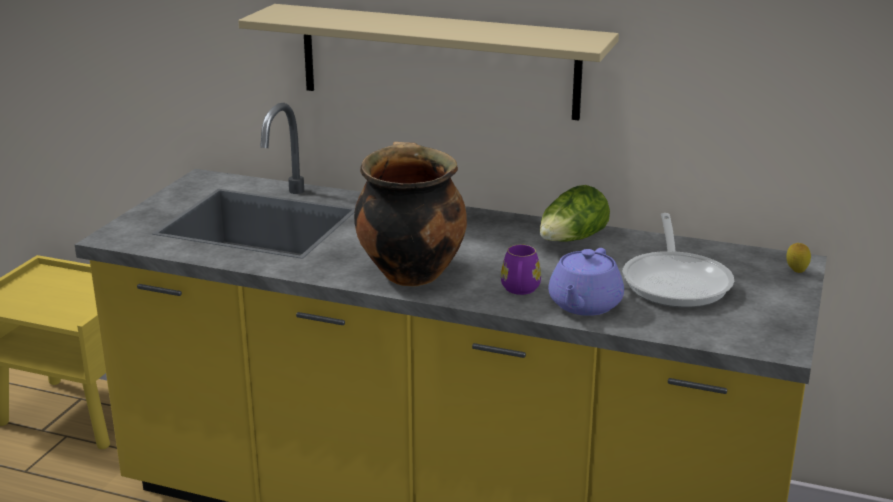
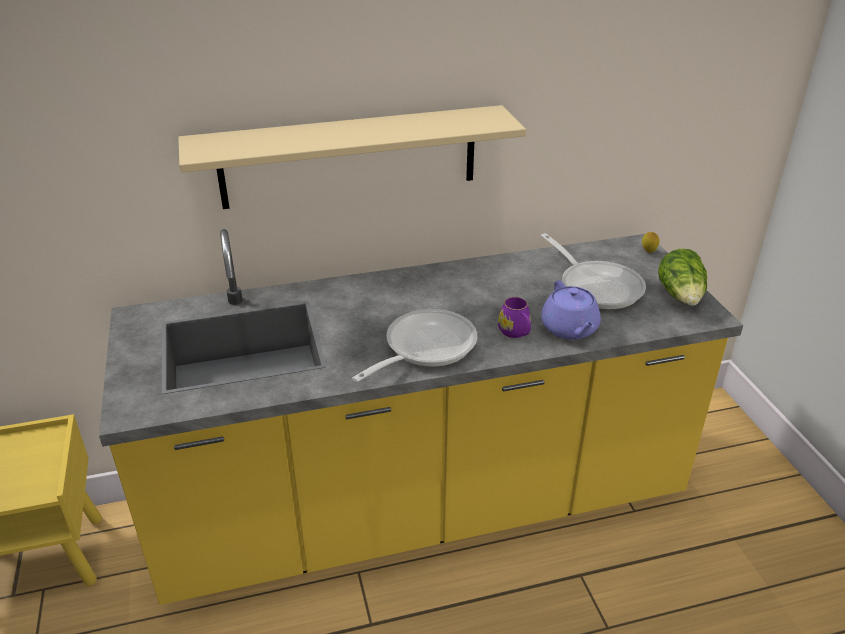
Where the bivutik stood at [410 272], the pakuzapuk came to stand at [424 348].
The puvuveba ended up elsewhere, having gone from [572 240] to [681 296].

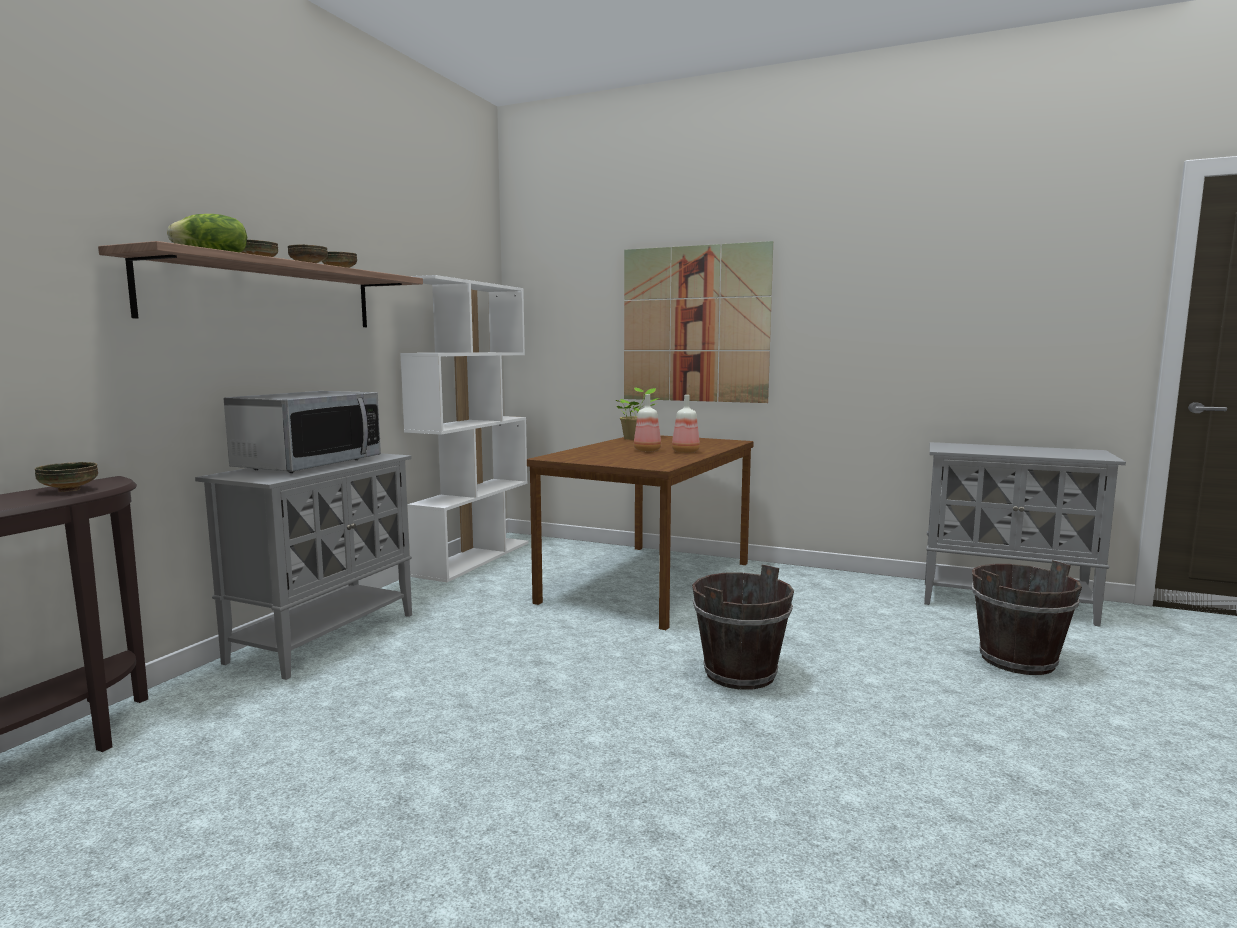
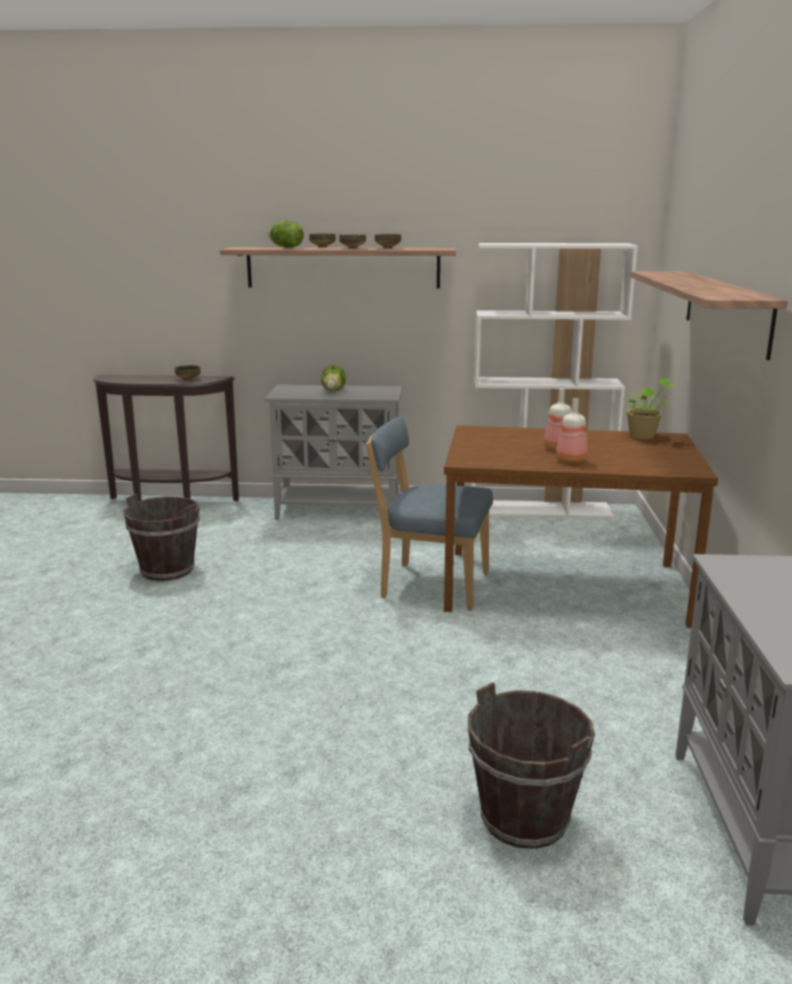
Where the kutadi stood at [309 464], the puvuveba came to stand at [334 391].
Where the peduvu hung at [694 324], the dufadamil came to hang at [726 310].
The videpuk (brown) ended up elsewhere, having gone from [739 673] to [167 570].
The second view gained the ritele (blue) at [429 584].

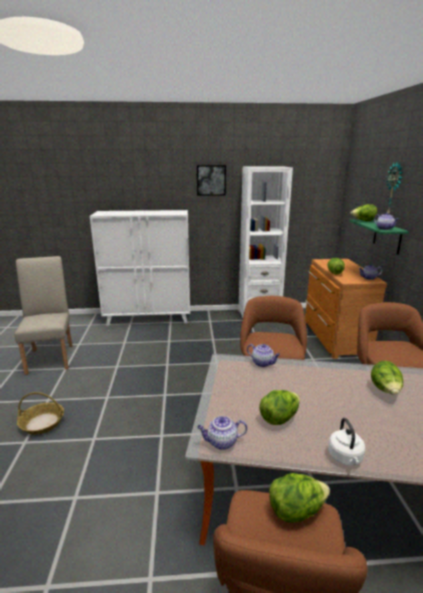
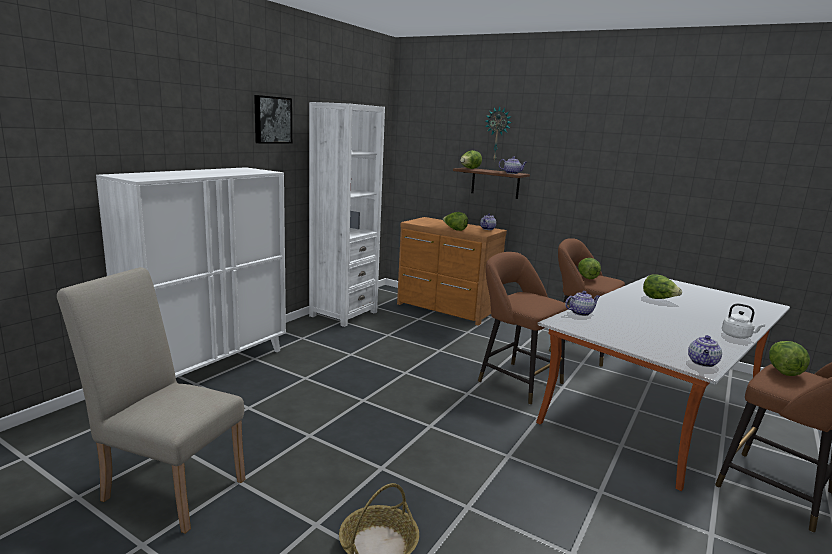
The puvuveba ended up elsewhere, having gone from [279 418] to [586 277].
What was the dufadamil (green) at [387 236] turned into the dufadamil (brown) at [495 183].

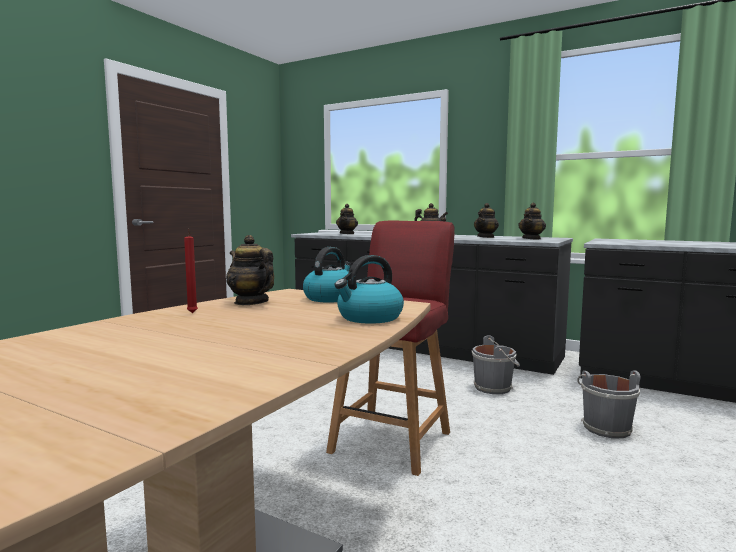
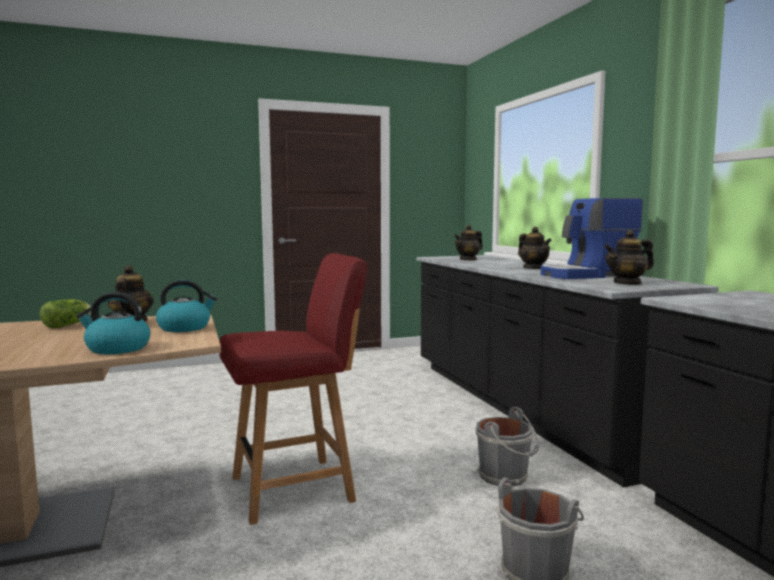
Where the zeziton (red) stood at [192 313], the puvuveba came to stand at [69 325].
Where the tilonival stood at [486 237], the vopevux came to stand at [588 275].

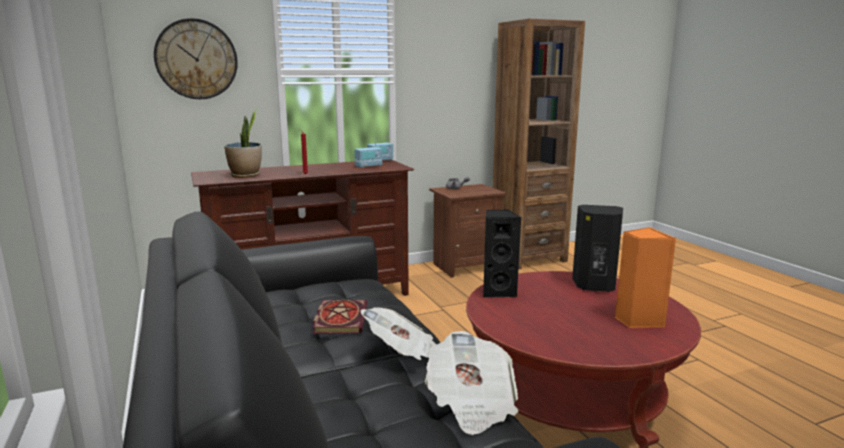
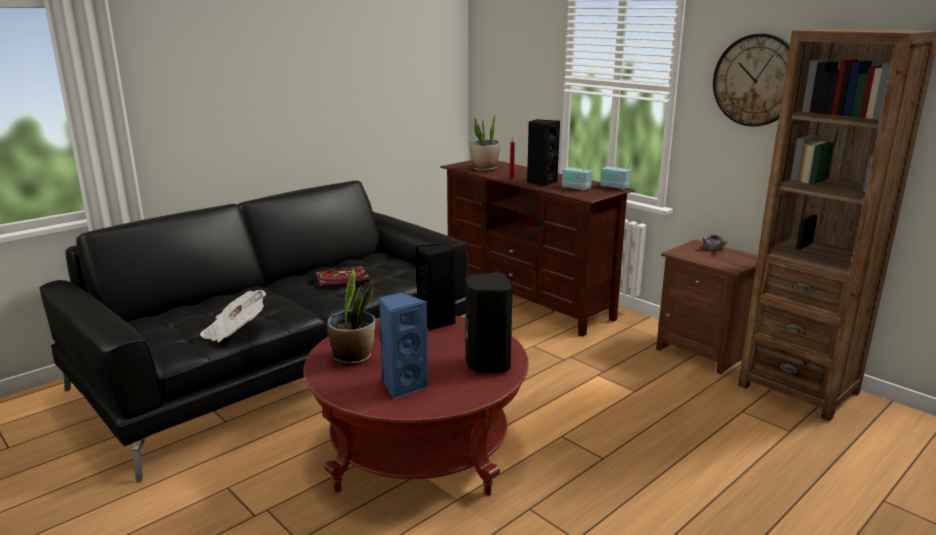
The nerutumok ended up elsewhere, having gone from [196 59] to [756 80].
The second view lost the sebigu at [405 355].
What was the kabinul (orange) at [637 320] turned into the kabinul (blue) at [403 386].
The second view gained the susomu at [353 357].
The second view gained the kabinul (black) at [541 182].

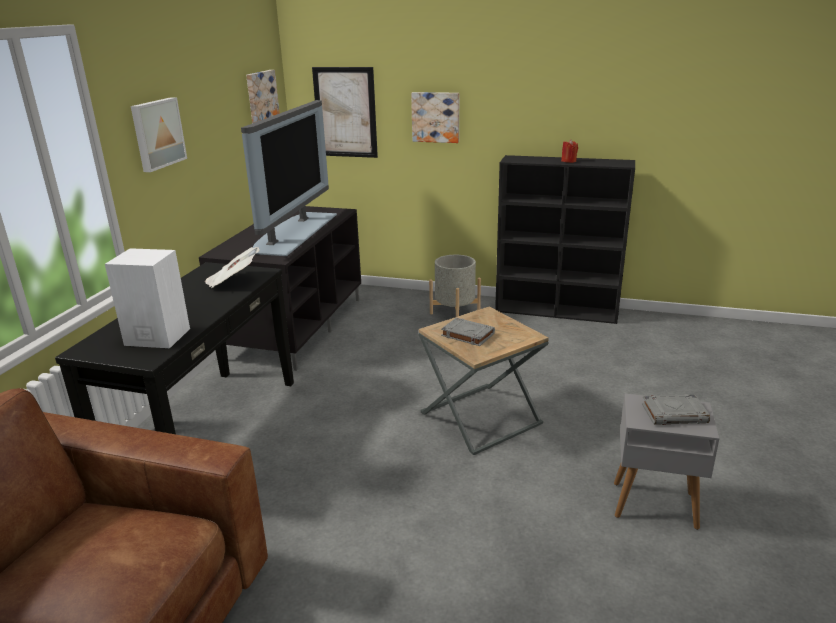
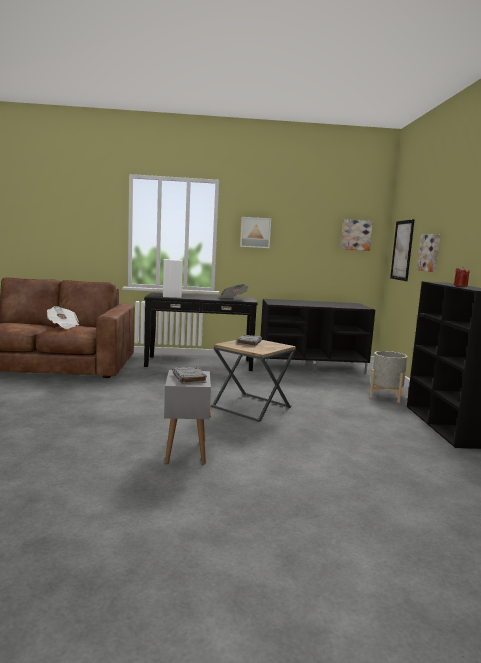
The second view lost the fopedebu at [293 232].
The second view gained the sebigu at [63 326].

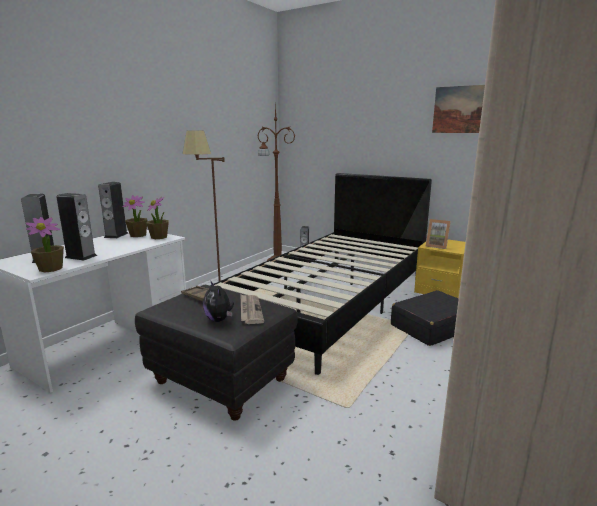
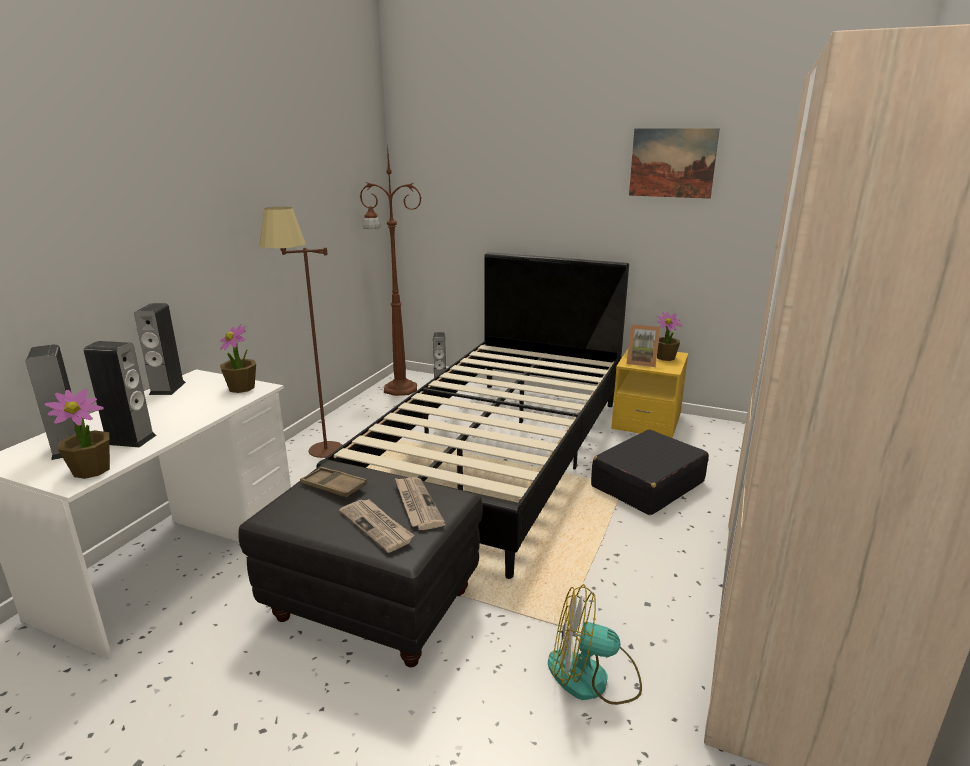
The susomu ended up elsewhere, having gone from [138 235] to [665 357].
Where the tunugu stood at [219 320], the sebigu came to stand at [377 526].
The second view gained the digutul at [592 677].

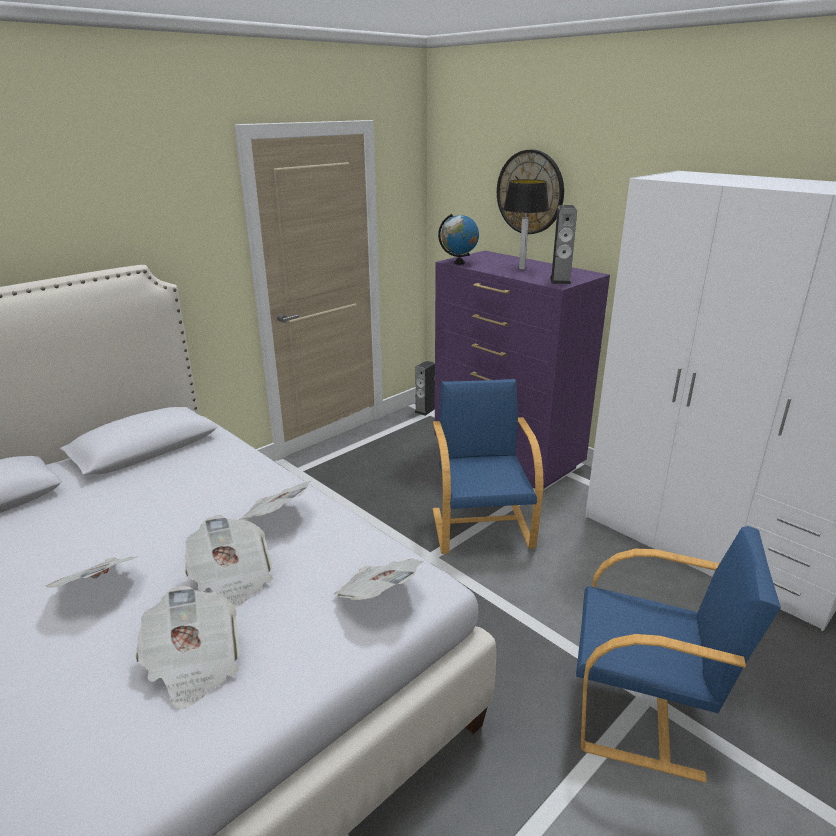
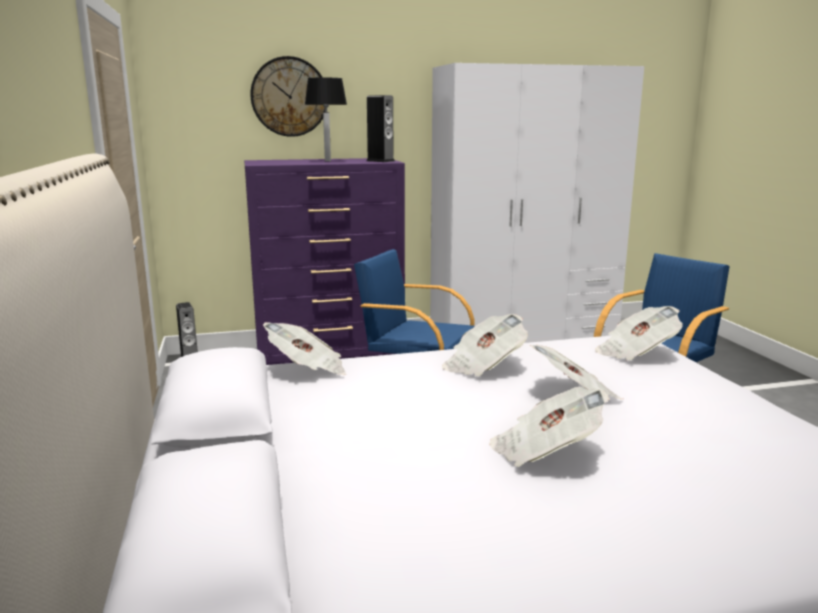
The sebigu ended up elsewhere, having gone from [193 665] to [308 369].
The second view lost the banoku at [459 263].

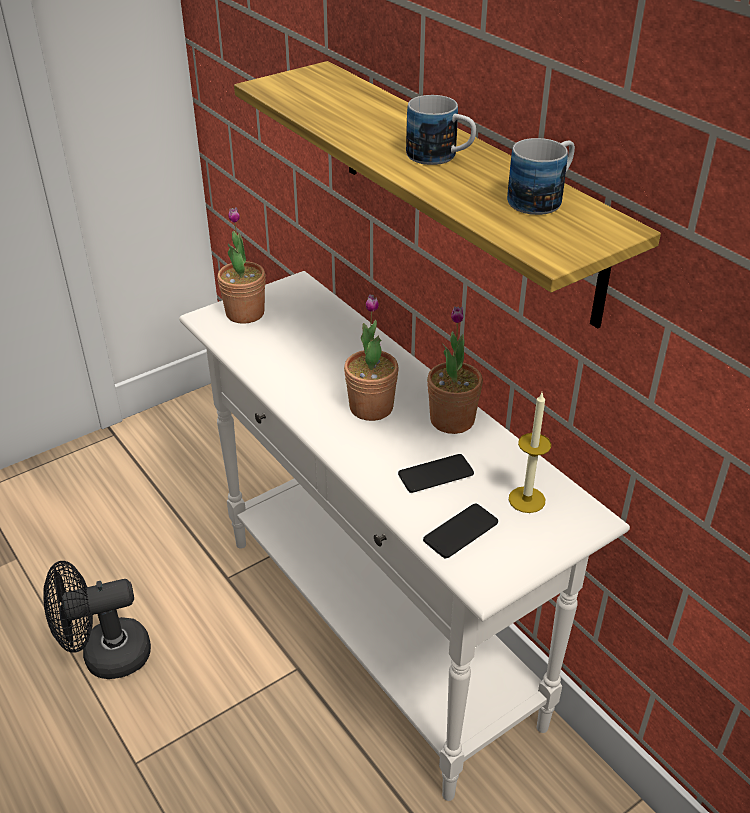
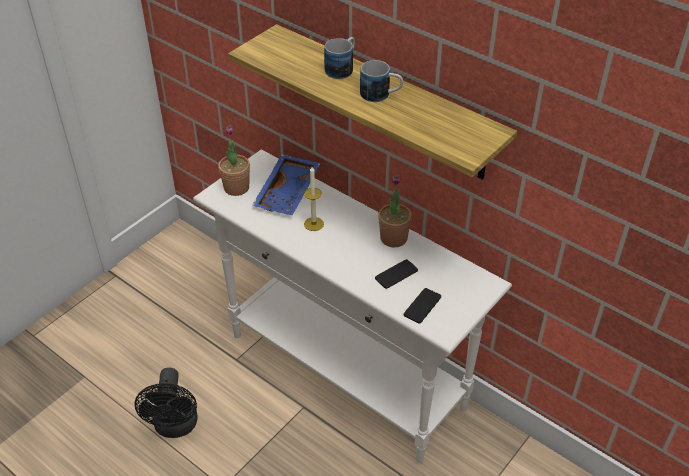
The digutul (black) at [105 656] ended up facing another way, 60 degrees counterclockwise from before.
The second view lost the susomu at [371 407].
The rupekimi ended up elsewhere, having gone from [542 198] to [342 68].
The zeziton ended up elsewhere, having gone from [526 499] to [313 224].
The second view gained the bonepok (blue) at [288 193].

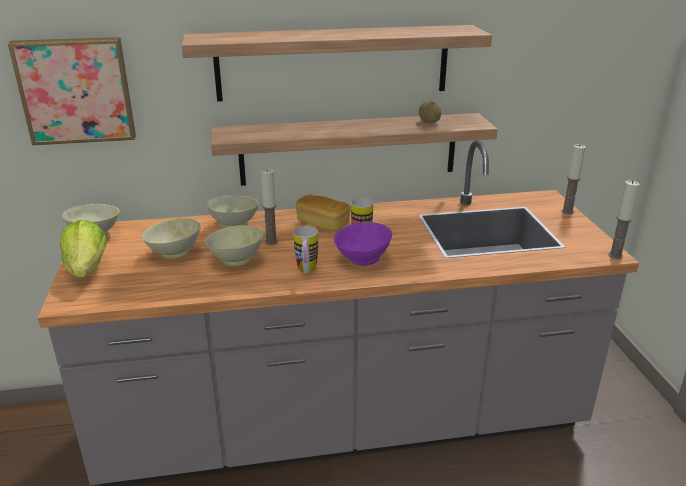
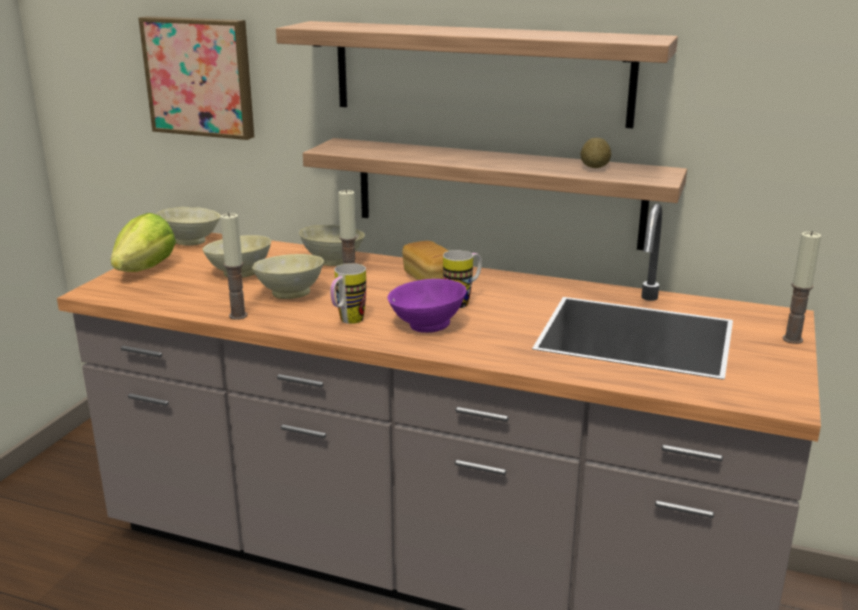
The zeziton ended up elsewhere, having gone from [615 255] to [238 315].

